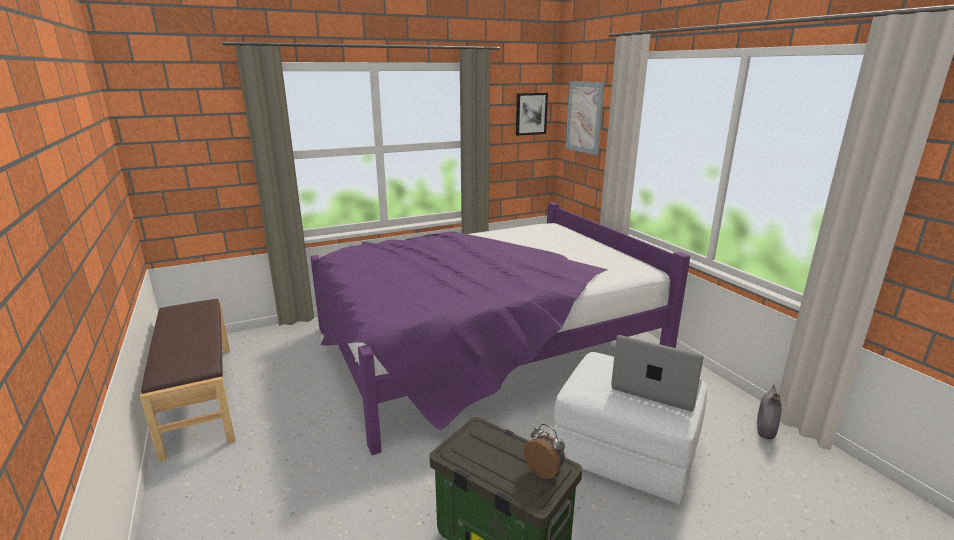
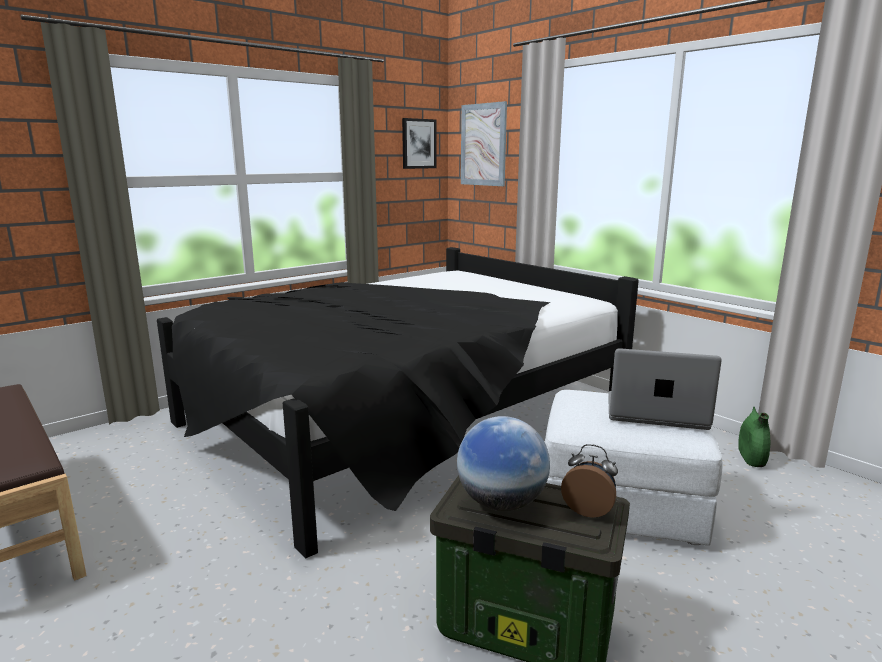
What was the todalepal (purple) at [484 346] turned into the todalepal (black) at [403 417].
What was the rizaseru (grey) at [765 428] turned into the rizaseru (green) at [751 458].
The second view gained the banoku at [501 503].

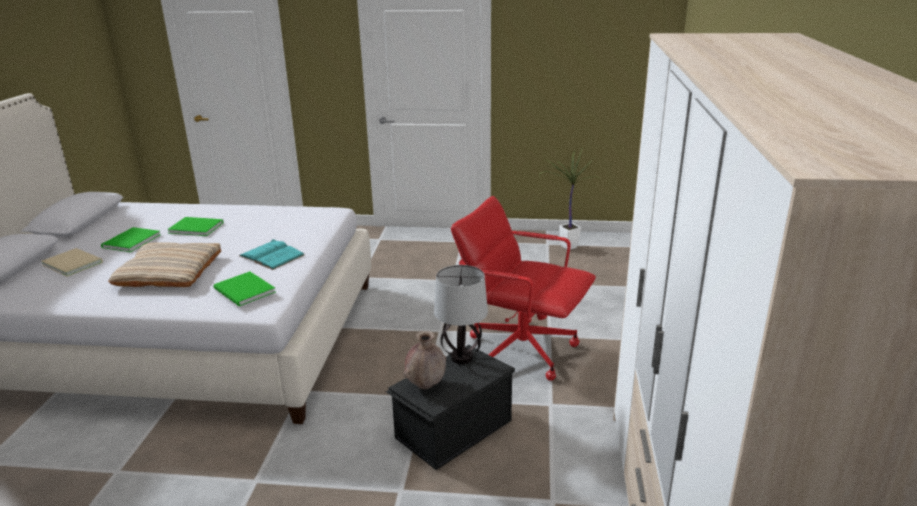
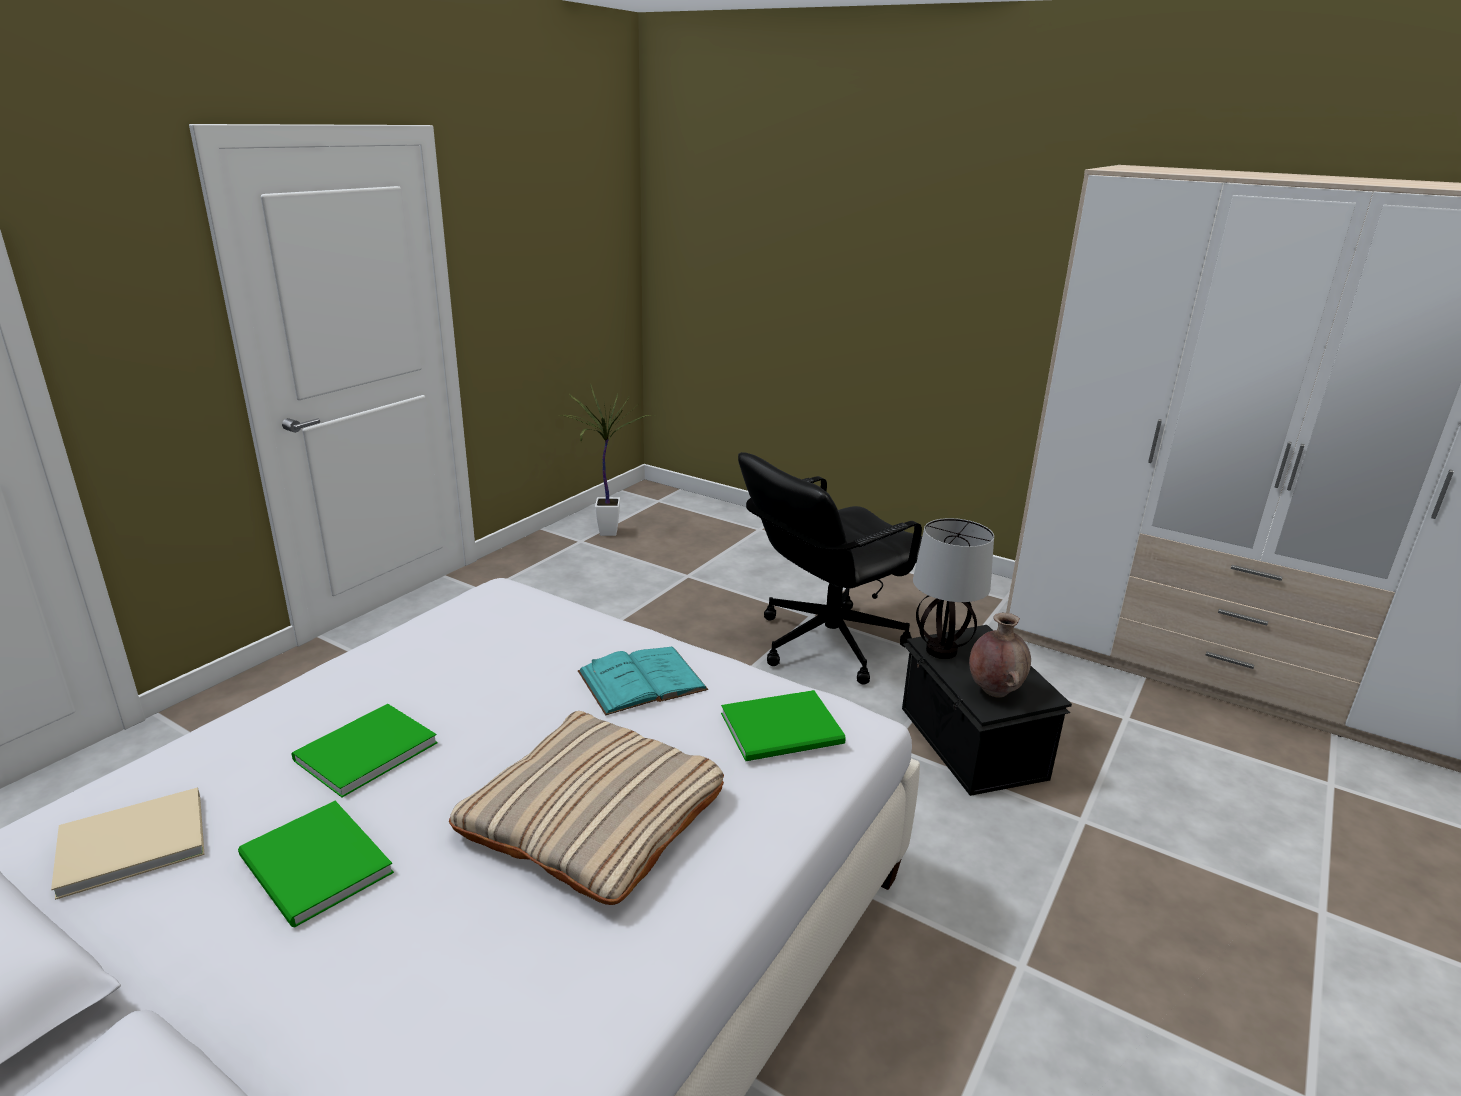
The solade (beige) ended up elsewhere, having gone from [73 263] to [128 843].
What was the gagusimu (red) at [521 349] turned into the gagusimu (black) at [827 643].

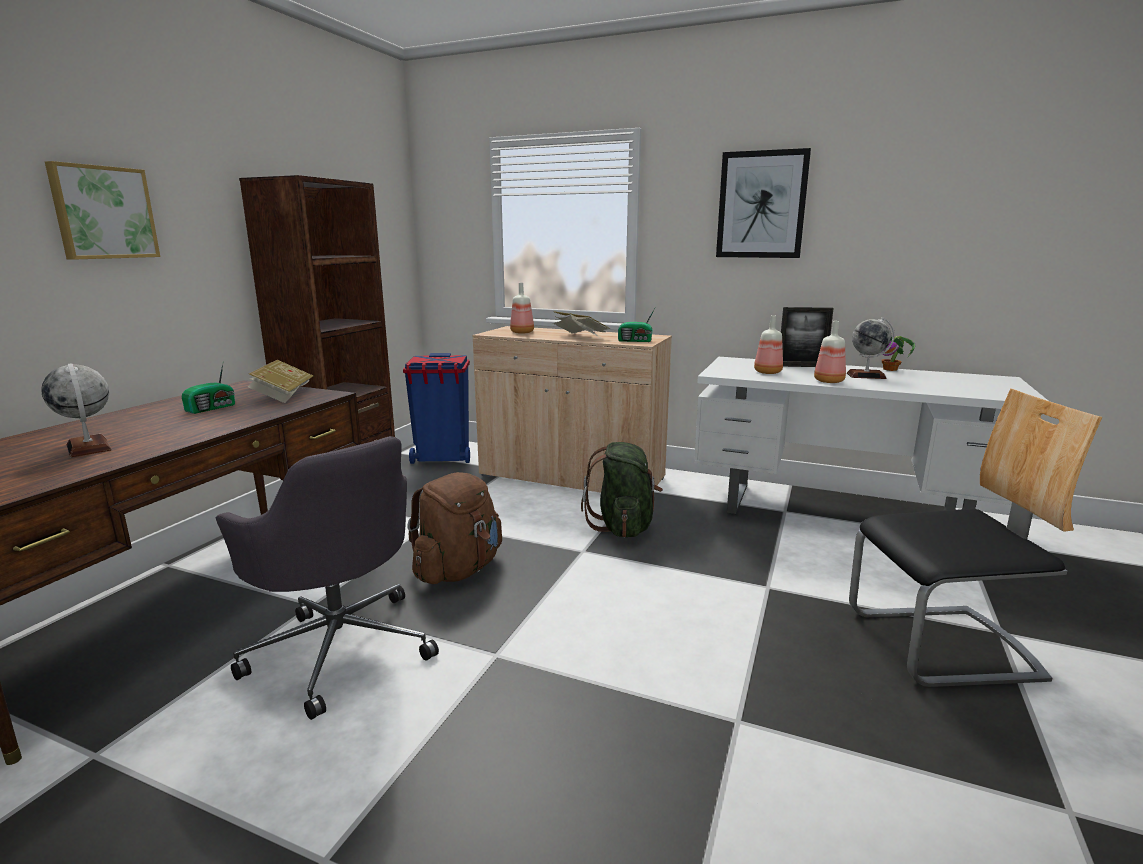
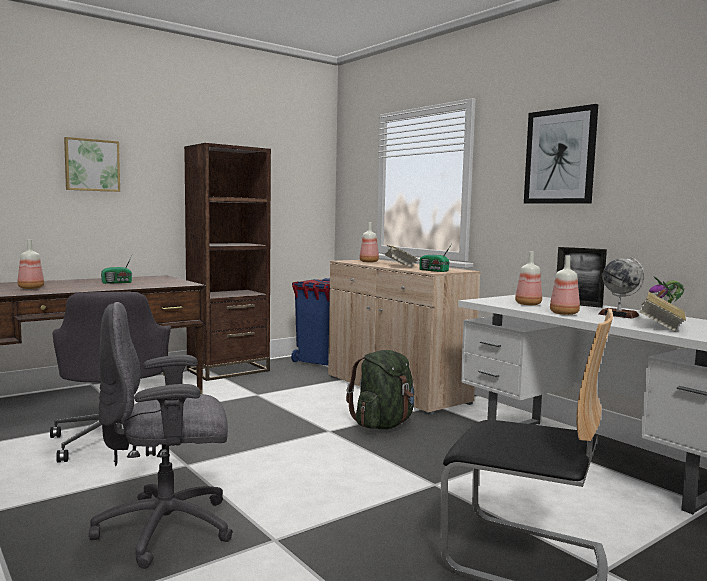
Where the banoku stood at [89 447], the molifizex came to stand at [30 288].
The solade ended up elsewhere, having gone from [283 396] to [661 326].
The second view lost the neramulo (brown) at [458 570].
The second view gained the gagusimu (grey) at [168 529].

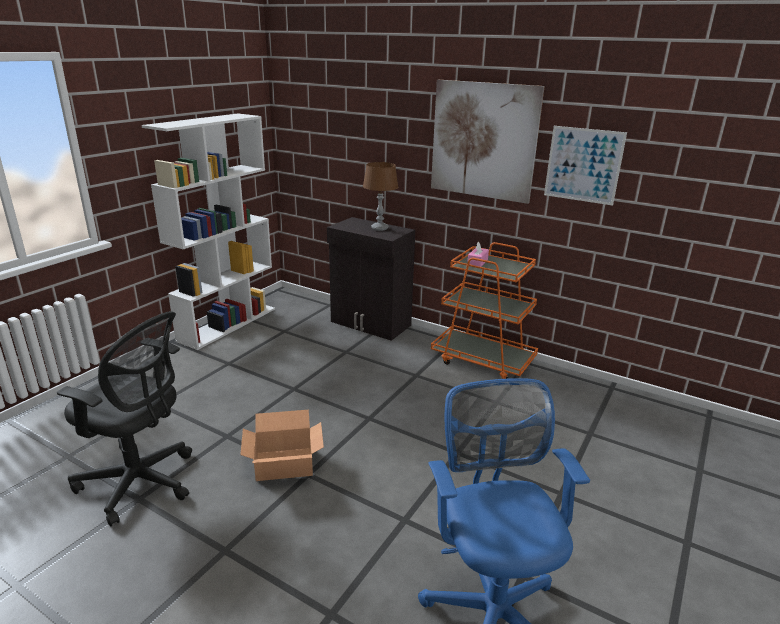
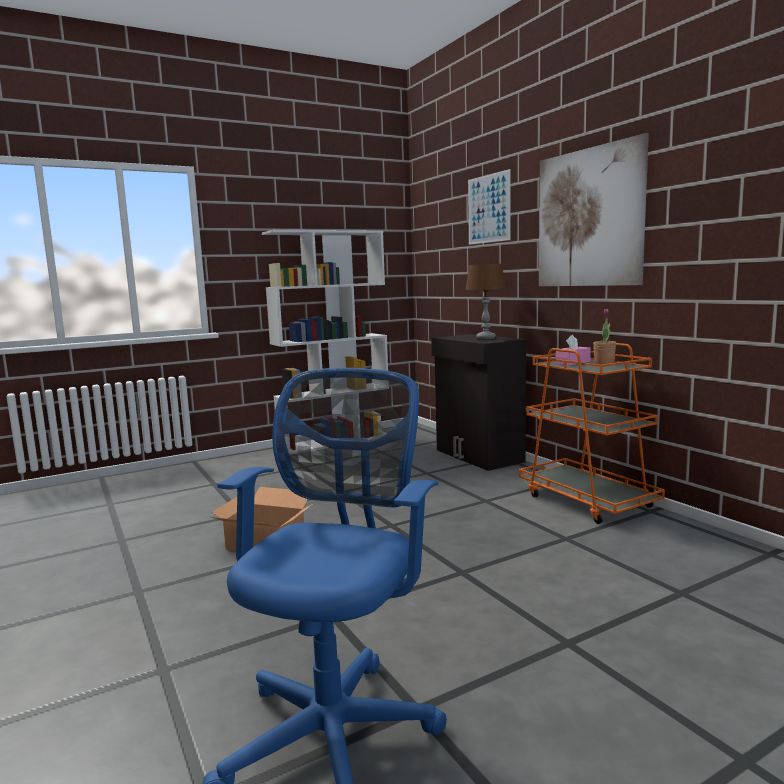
The second view lost the gagusimu (black) at [141 483].
The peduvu ended up elsewhere, having gone from [583 165] to [488 208].
The second view gained the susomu at [604 363].

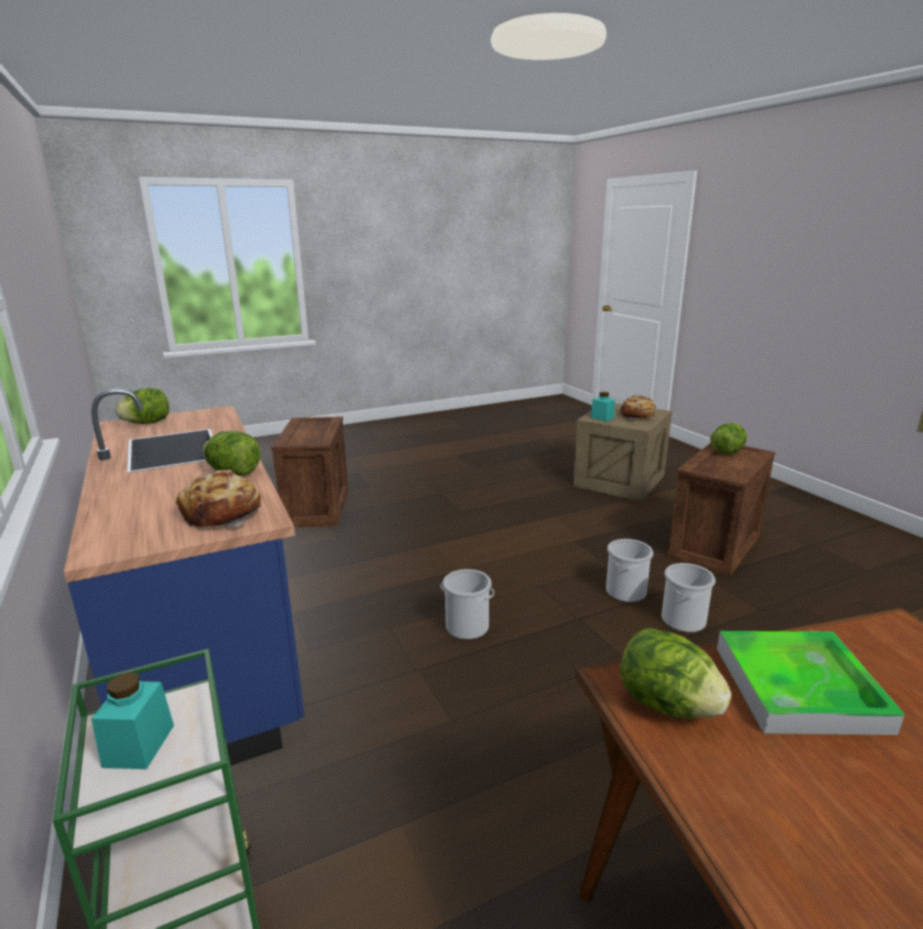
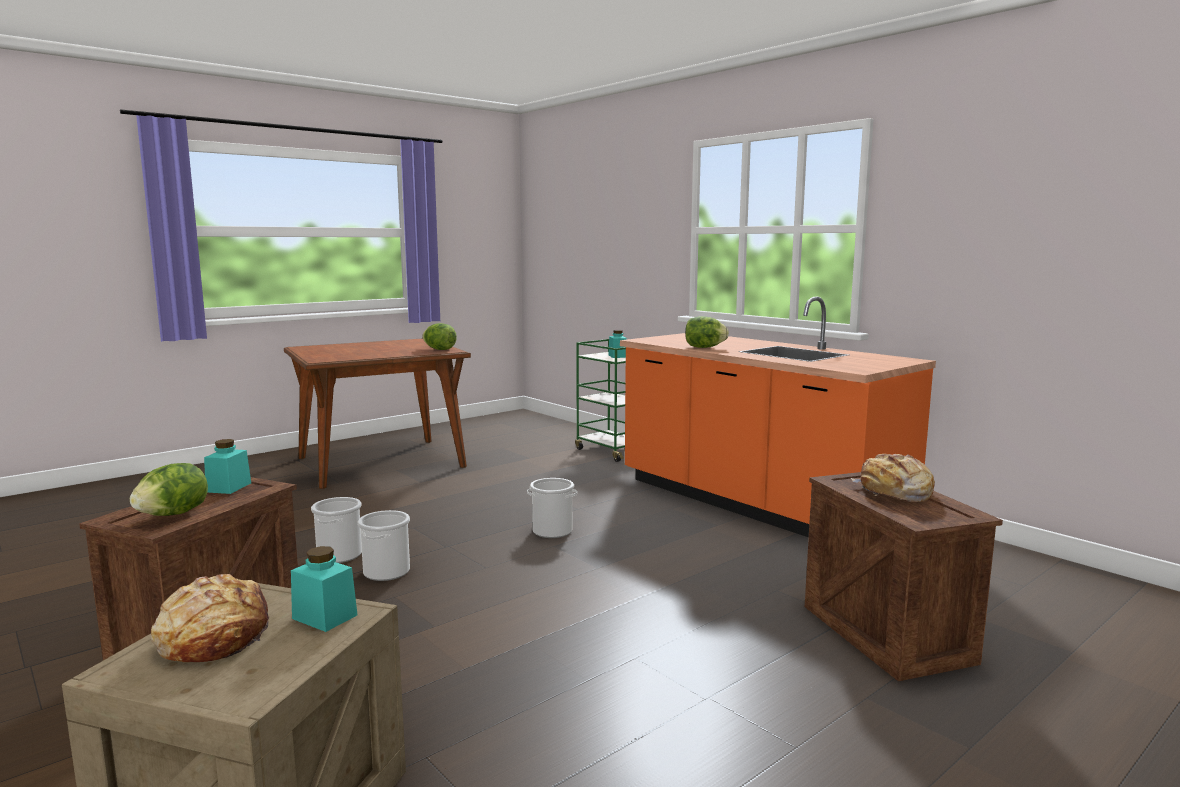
What was the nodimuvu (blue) at [208 642] turned into the nodimuvu (orange) at [756 505].
The second view lost the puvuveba at [147 423].
The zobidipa ended up elsewhere, having gone from [223 514] to [894 492].
The second view lost the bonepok at [799 688].
The second view gained the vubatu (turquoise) at [228 487].

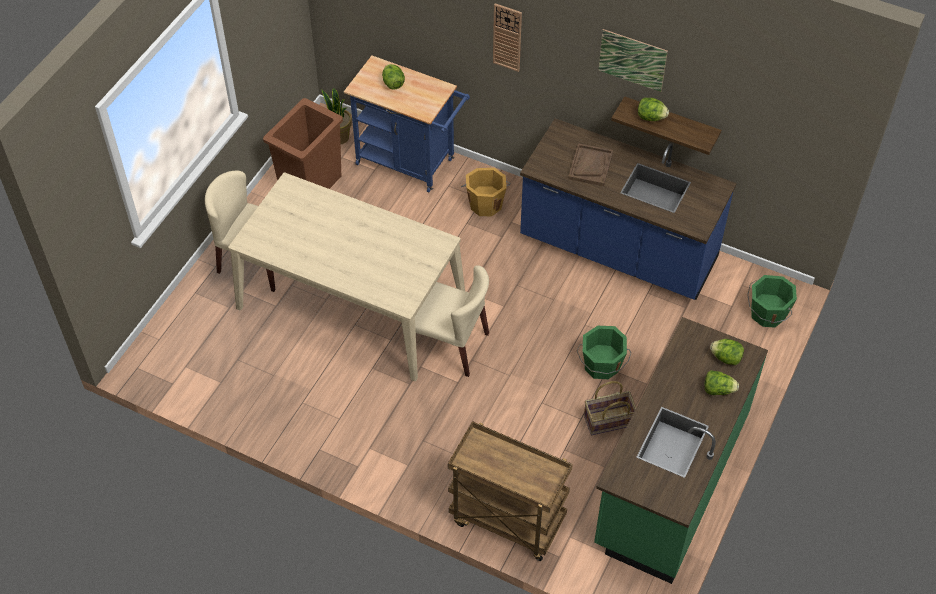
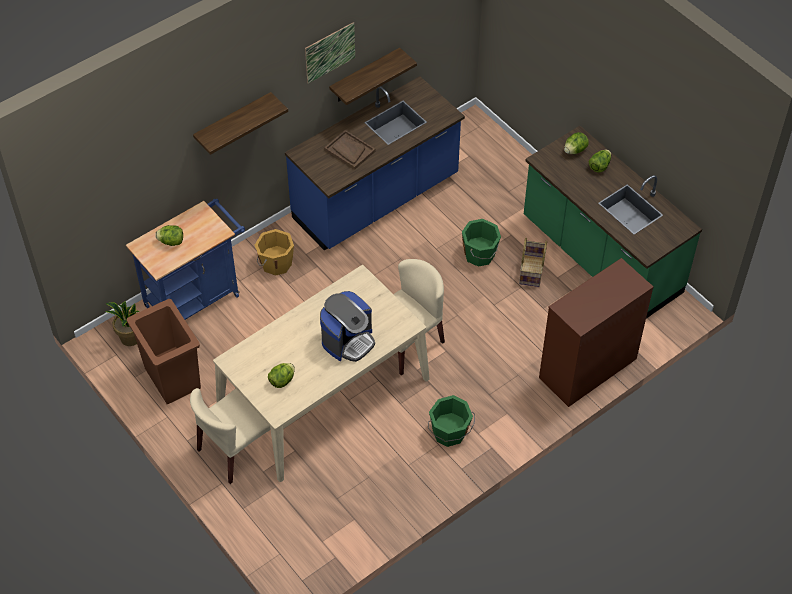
Where the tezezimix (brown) stood at [506 520], the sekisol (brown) came to stand at [587 368].
Where the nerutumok hung at [507 37], the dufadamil came to hang at [233 122].
The puvuveba ended up elsewhere, having gone from [650 117] to [282 380].
The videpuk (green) ended up elsewhere, having gone from [767 314] to [449 433].
The second view gained the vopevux at [348 341].

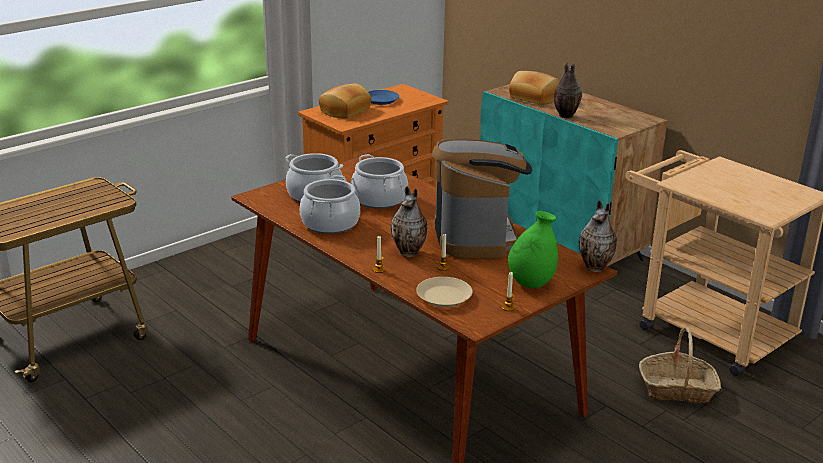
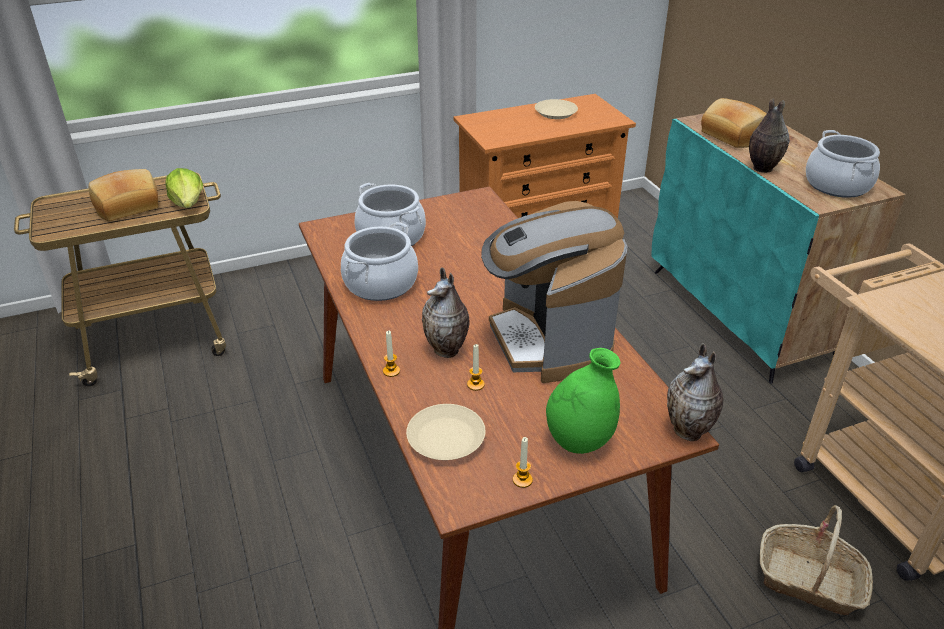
The zobidipa ended up elsewhere, having gone from [344 110] to [127 206].
The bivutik ended up elsewhere, having gone from [379 199] to [837 185].
What was the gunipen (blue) at [381 100] turned into the gunipen (beige) at [556 113].
The vopevux at [476 237] ended up facing another way, 150 degrees clockwise from before.
The second view gained the puvuveba at [188 203].

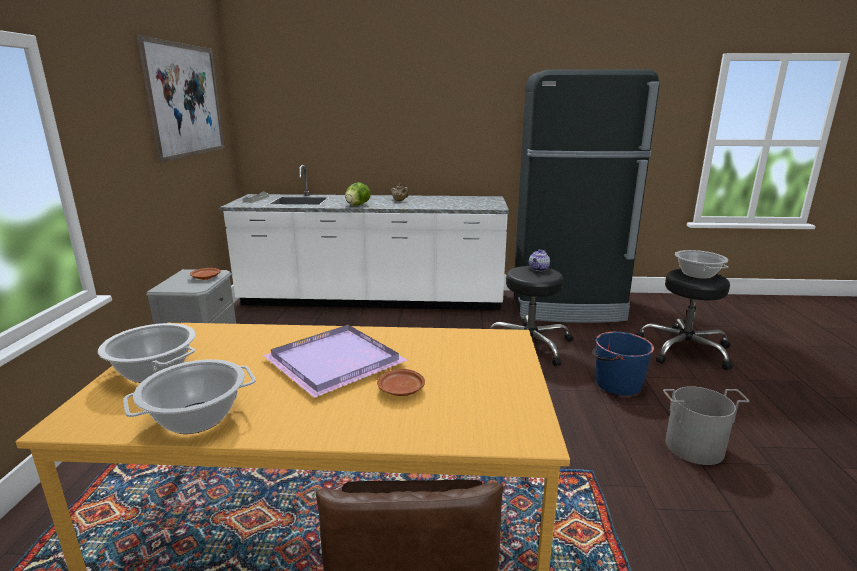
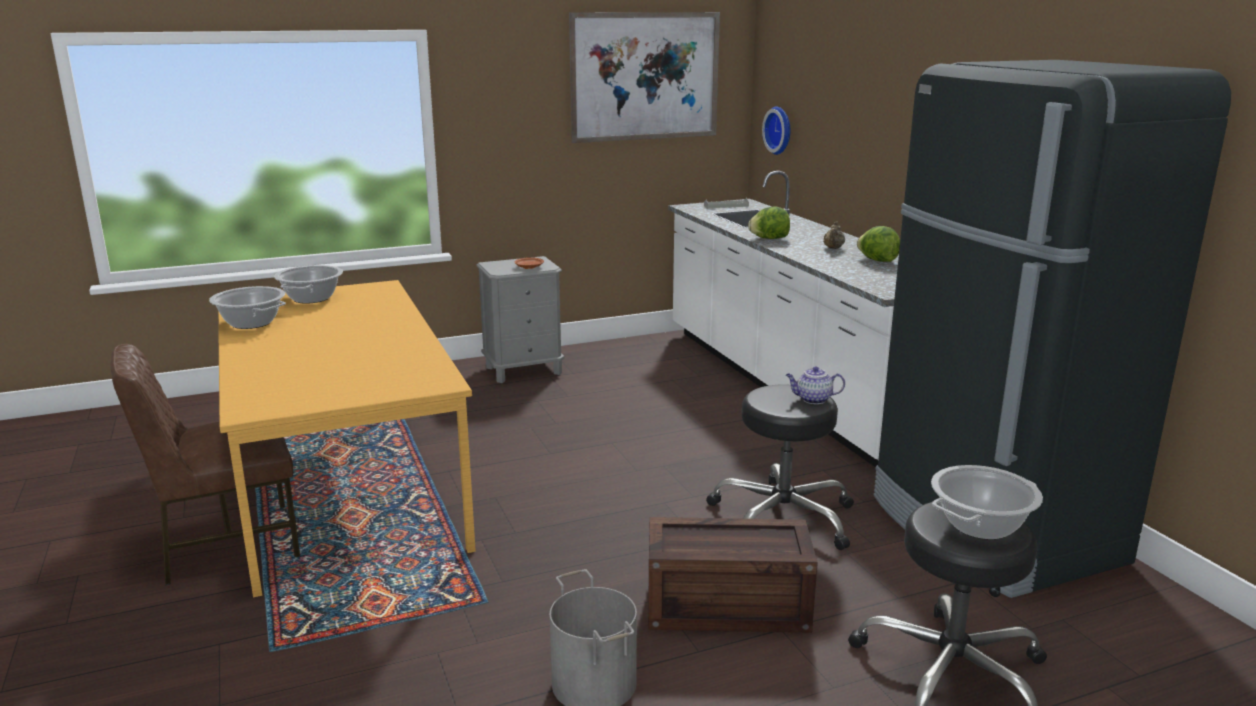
The second view lost the bonepok (purple) at [334 363].
The second view lost the gunipen (brown) at [401 390].
Where the videpuk (blue) stood at [617 384], the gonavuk came to stand at [729 605].
The second view gained the nerutumok at [780 130].
The second view gained the puvuveba at [877 260].

